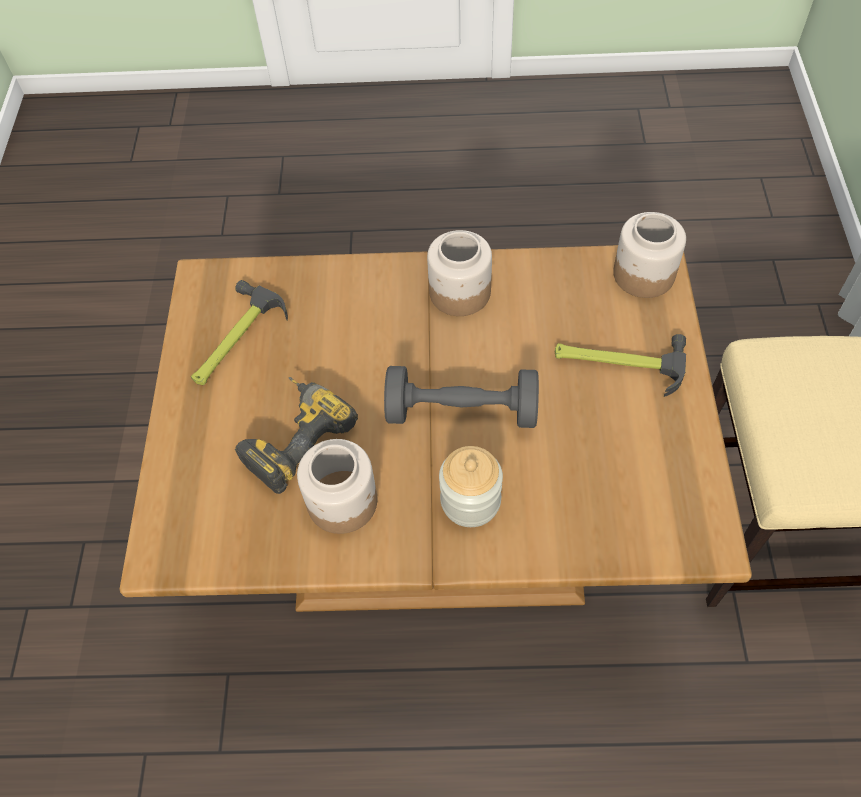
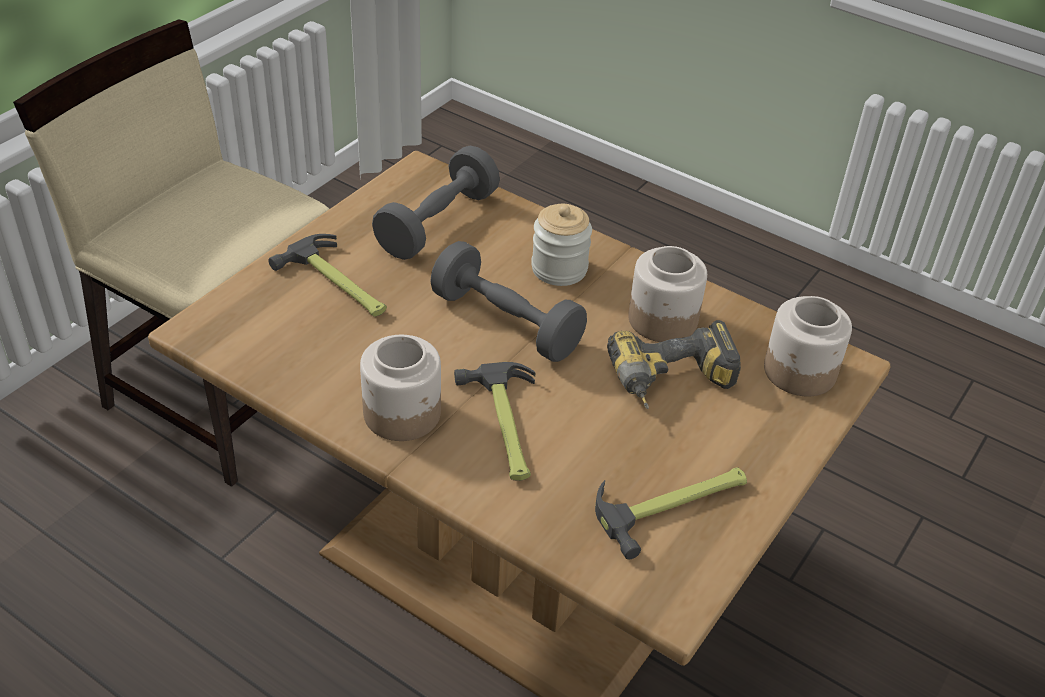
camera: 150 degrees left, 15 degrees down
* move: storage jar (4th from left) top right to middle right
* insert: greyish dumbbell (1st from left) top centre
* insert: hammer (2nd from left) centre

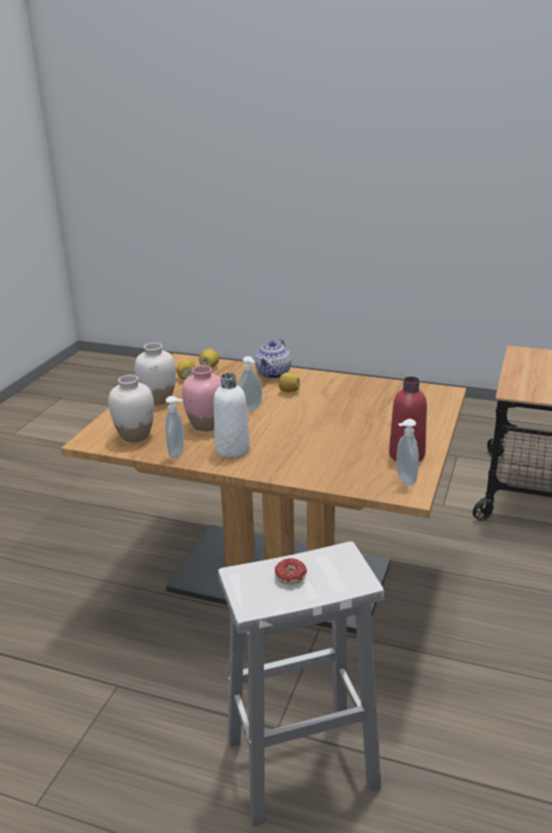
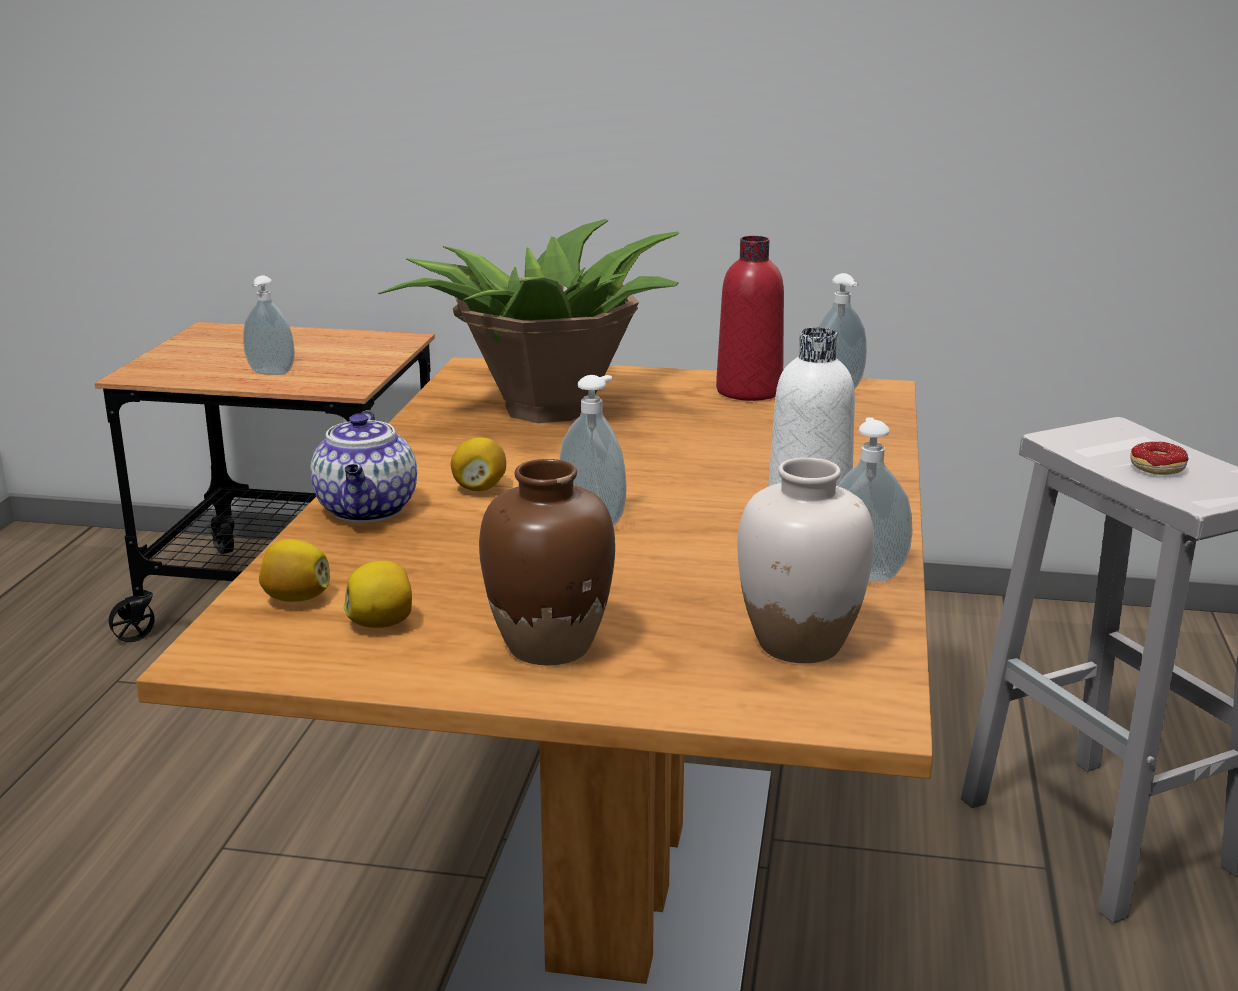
camera: 100 degrees left, 5 degrees down
* rotate: tea pot centre = middle left 75 degrees clockwise
* recolor: whitish flower vase (2nd from left) middle left to brown flower vase centre
* delete: pink flower vase centre
* insert: houseplant top centre
* insert: liquid soap bottle (1st from left) top left

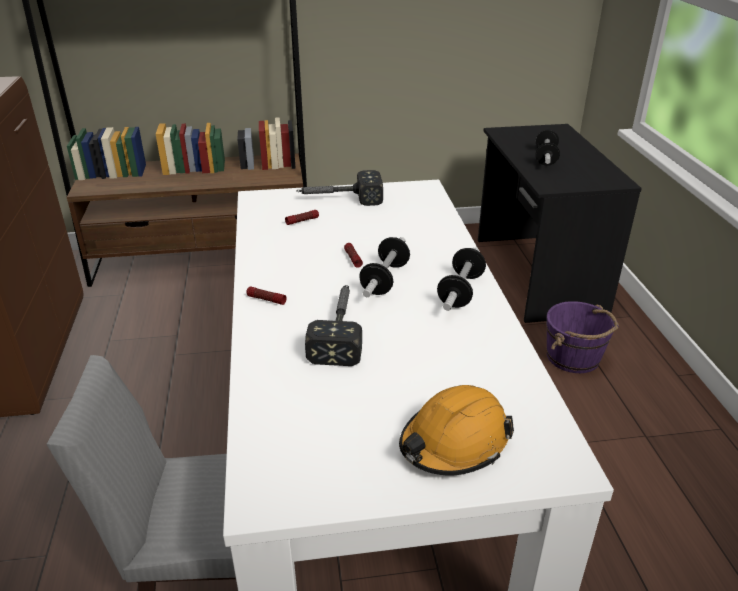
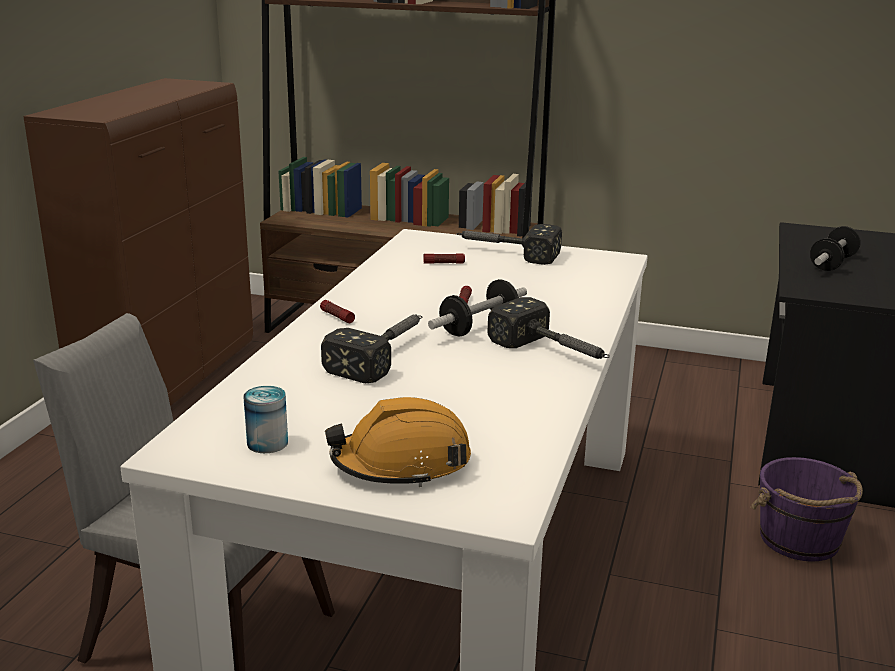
camera: 25 degrees right, 10 degrees down
* replace: dumbbell (2nd from left) centre to hammer (3rd from left) centre
* insert: can middle left

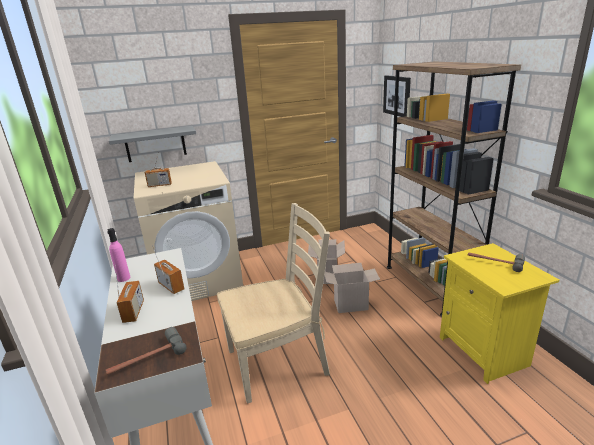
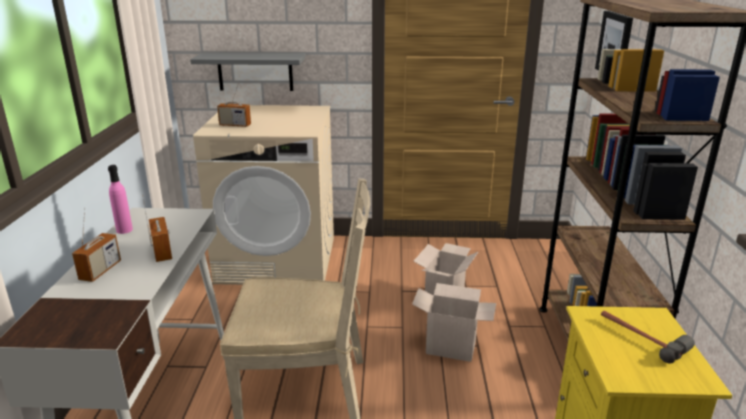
camera: 20 degrees right, 0 degrees up
* delete: hammer (1st from left) bottom left

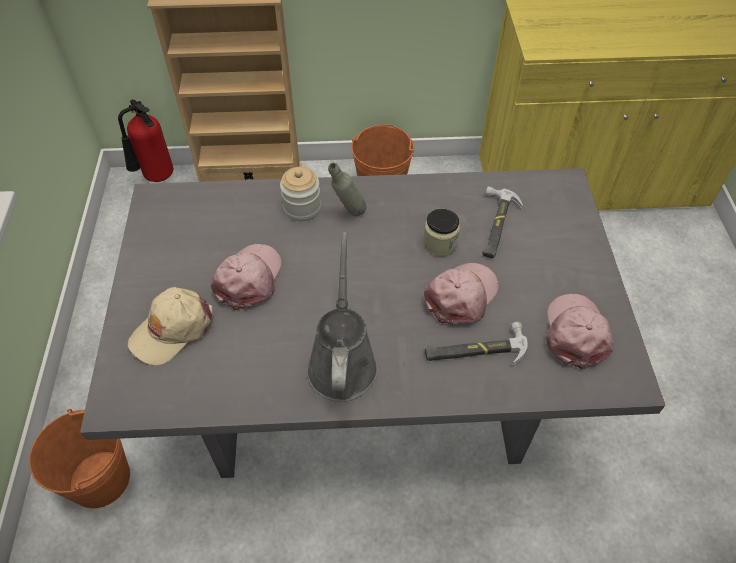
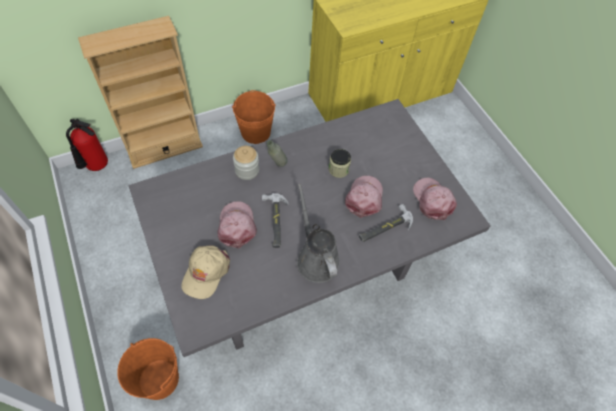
camera: 25 degrees left, 5 degrees up
* move: hammer (2nd from left in the first image) middle right to hammer (1st from left) centre

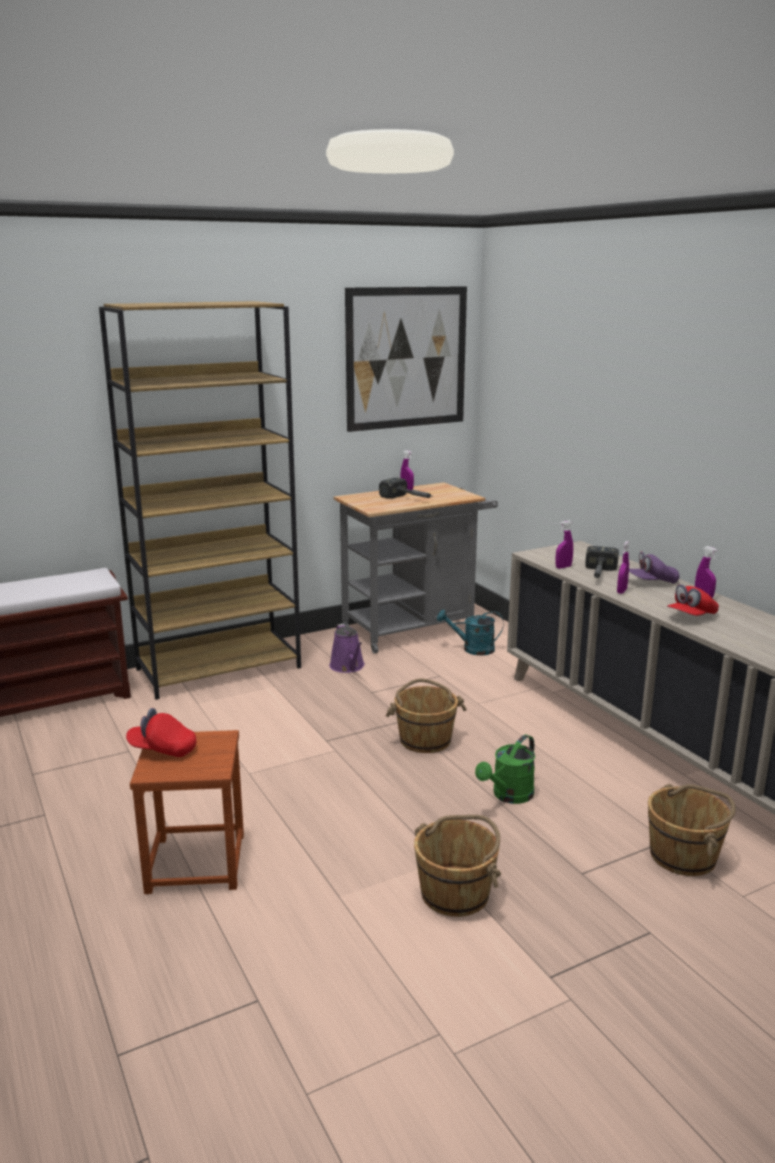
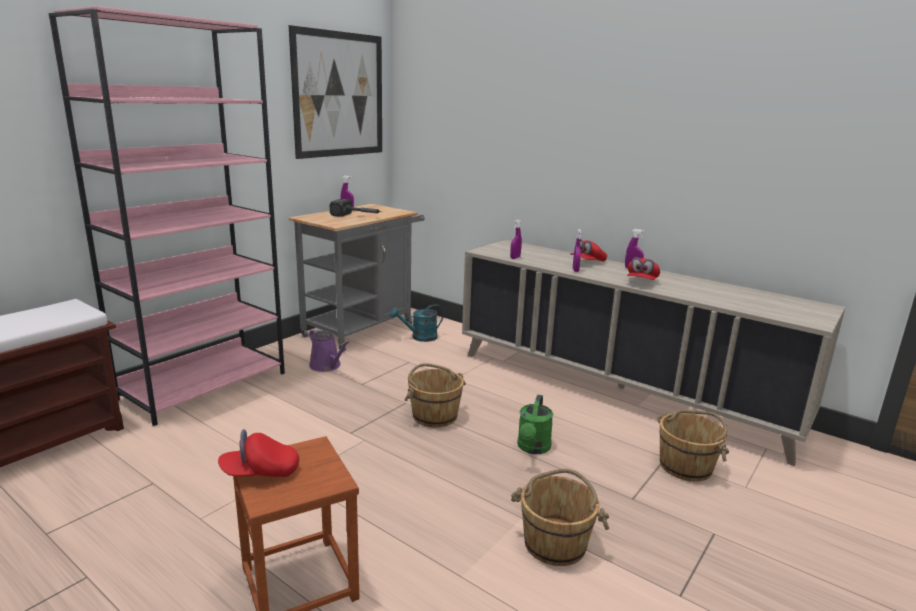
camera: 25 degrees left, 0 degrees up
* recolor: brown bookshelf middle left to pink bookshelf middle left
* delete: hammer (2nd from left) middle right
* recolor: purple cap middle right to red-coloured cap (2nd from left) centre

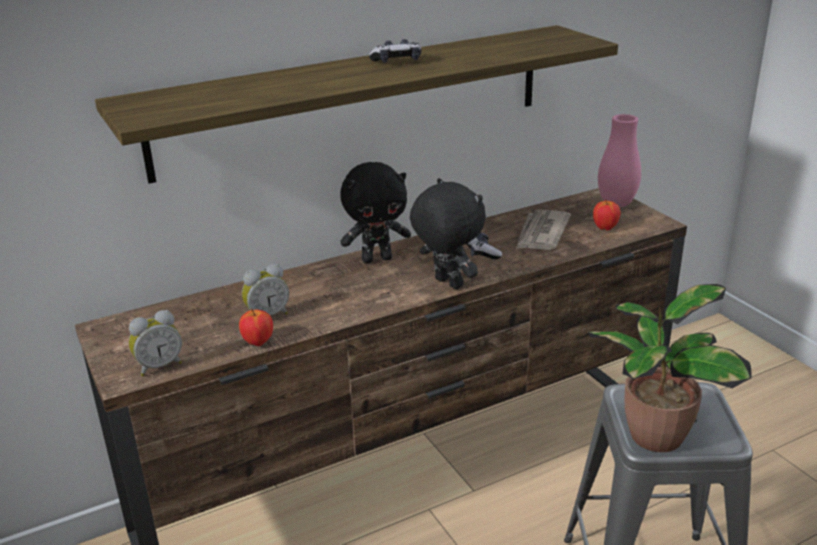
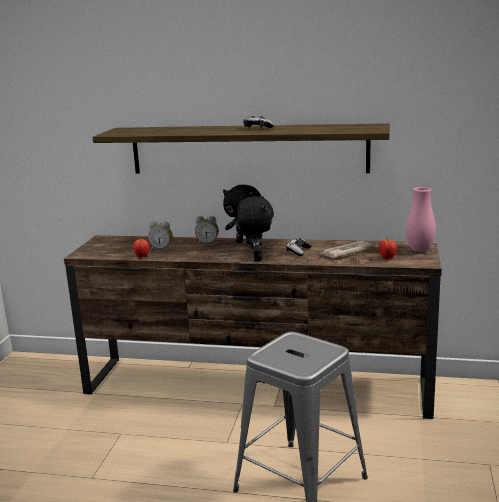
camera: 40 degrees right, 10 degrees down
* delete: houseplant bottom right
* move: bedside clock (1st from left in the first image) middle left to bedside clock (2nd from left) centre

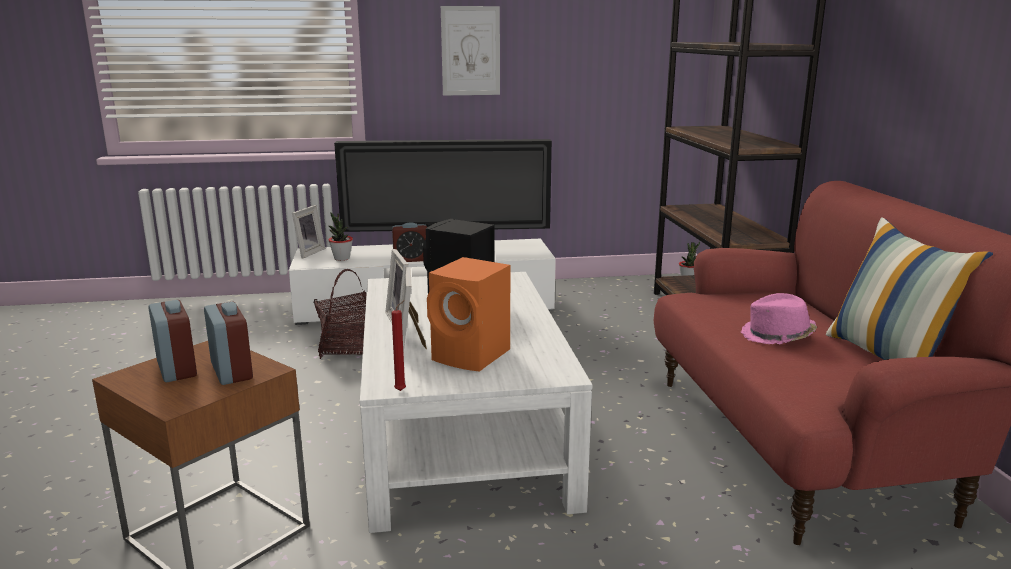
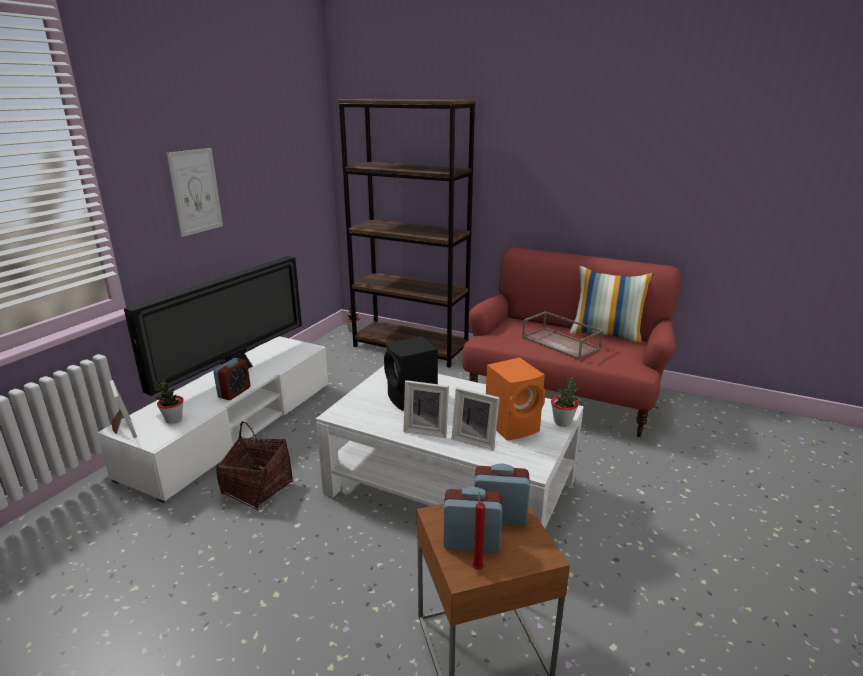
camera: 55 degrees left, 5 degrees up
* replace: pink clothing hat middle right to brown serving tray centre
* move: red-coloured wax candle centre to bottom centre
* insert: houseplant (3rd from left) centre

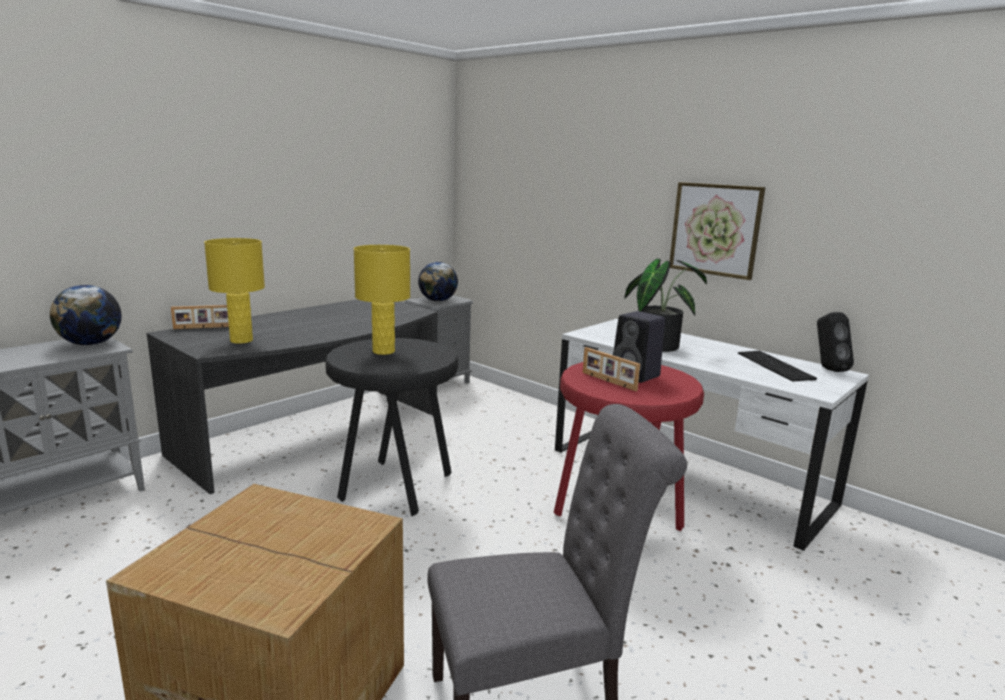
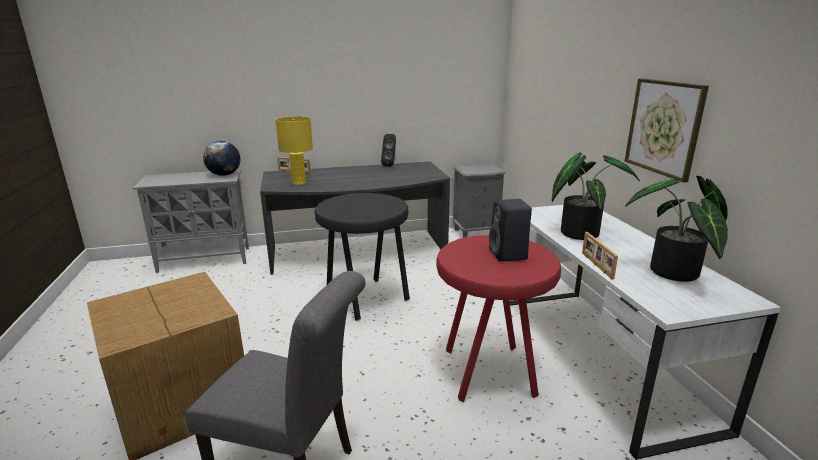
camera: 35 degrees right, 5 degrees up
* delete: yellowish tabletop lamp (2nd from left) centre
* delete: globe (2nd from left) centre
* move: black loudspeaker (2nd from left in the first image) middle right to black loudspeaker (1st from left) top centre
* move: photo frame (2nd from left) centre to middle right
* replace: PC keyboard middle right to houseplant (2nd from left) middle right

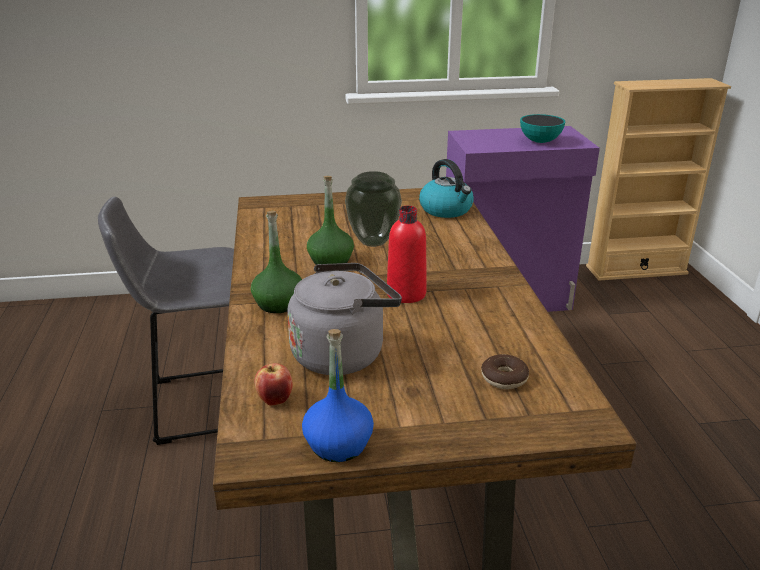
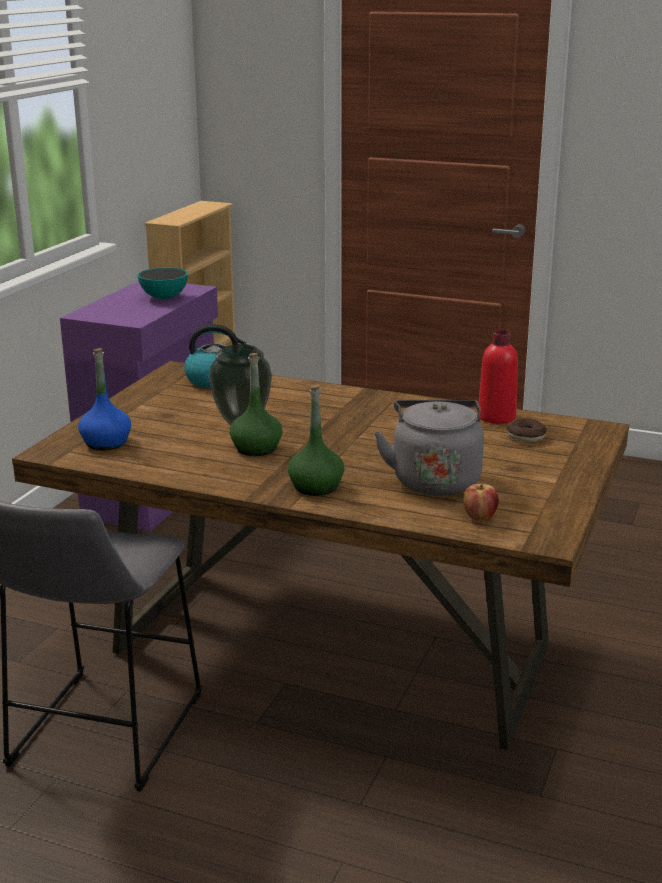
camera: 60 degrees left, 5 degrees down
* move: red-coloured beverage bottle centre to middle right
* move: blue-coloured beverage bottle bottom centre to middle left

